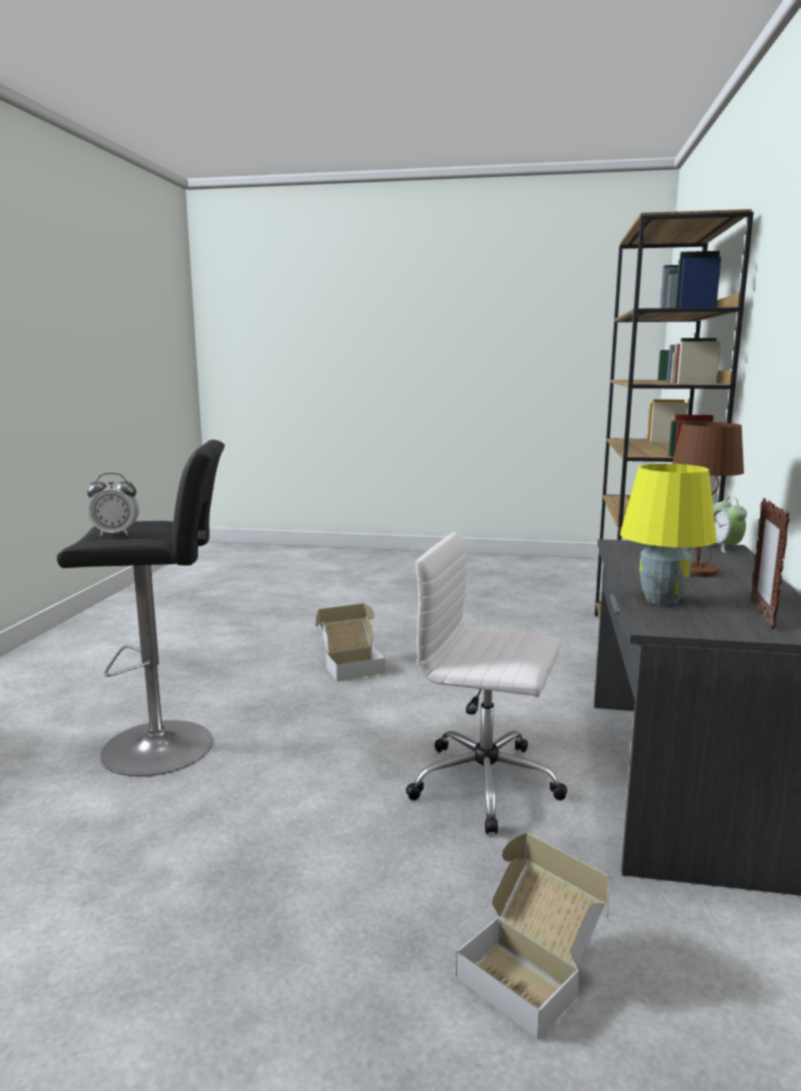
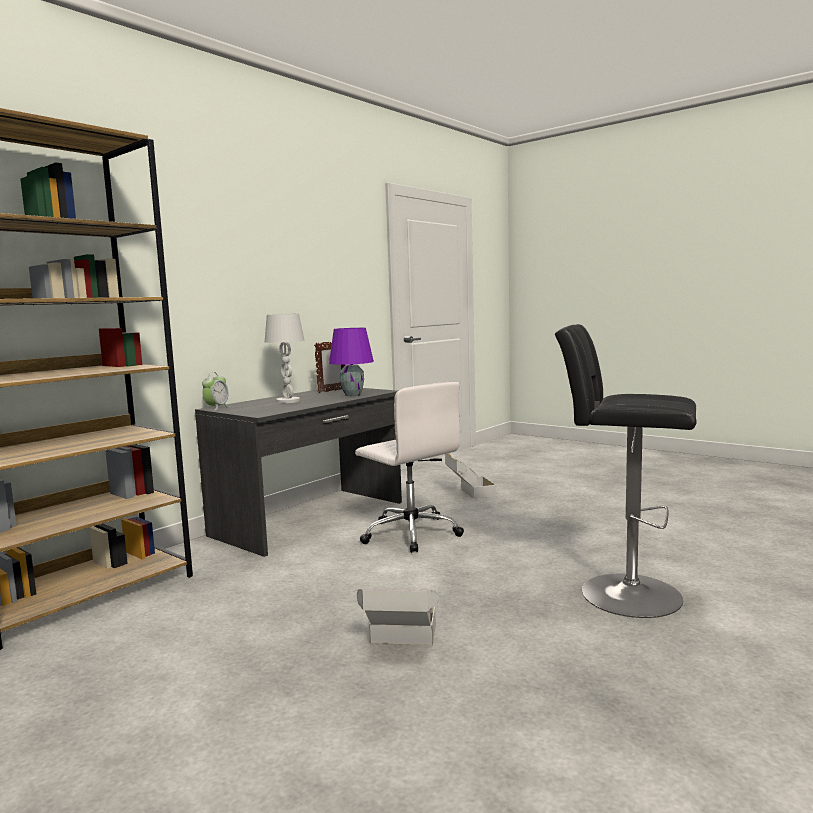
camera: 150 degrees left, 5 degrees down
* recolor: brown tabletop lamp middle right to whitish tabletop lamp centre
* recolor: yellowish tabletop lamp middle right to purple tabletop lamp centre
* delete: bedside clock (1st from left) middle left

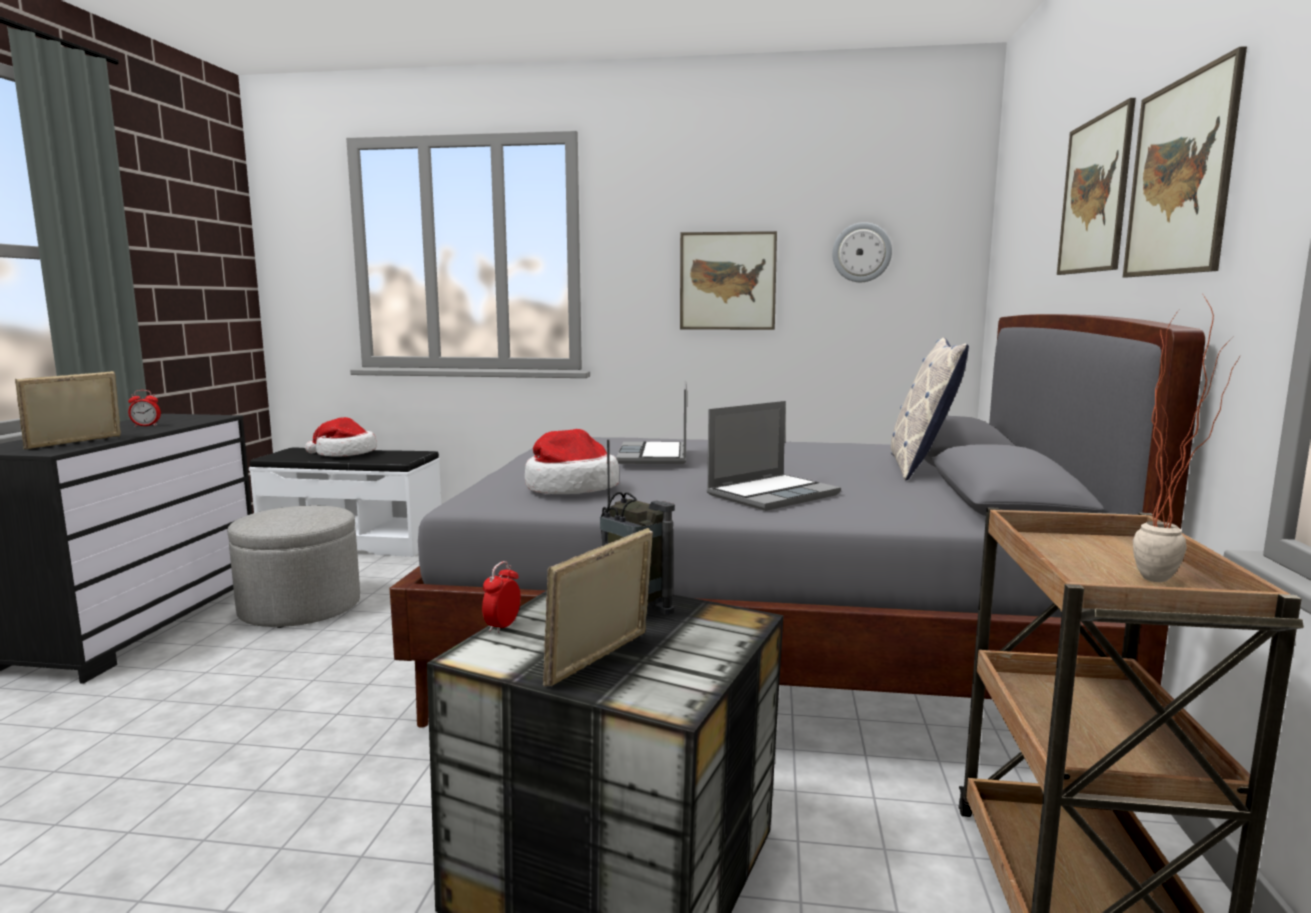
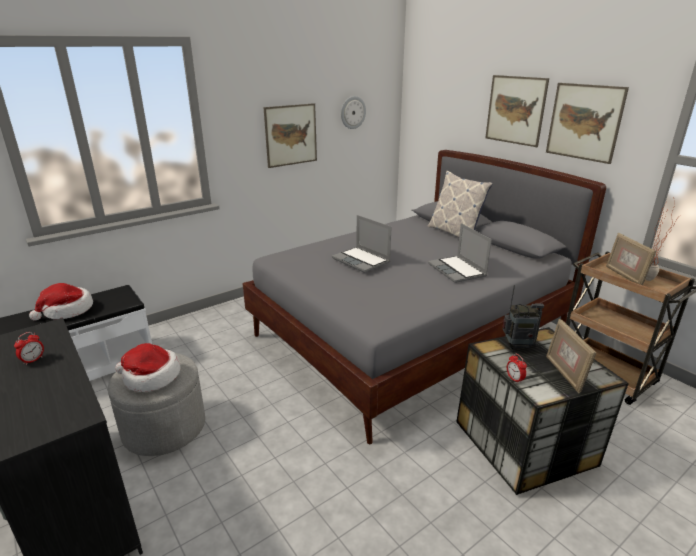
camera: 45 degrees left, 15 degrees up
* move: photo frame (1st from left in the first image) middle left to photo frame (2nd from left) middle right
* rotate: notebook computer (2nd from left) centre = centre 150 degrees clockwise
* move: clothing hat (2nd from left) centre to middle left

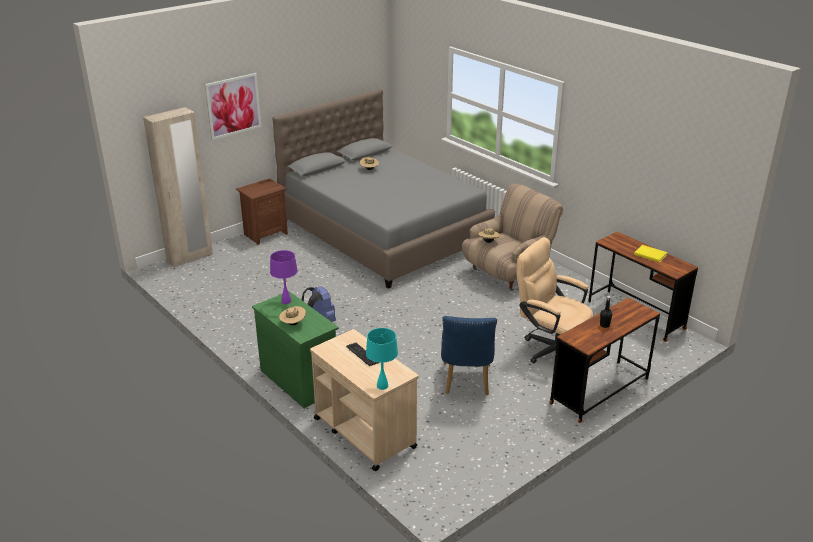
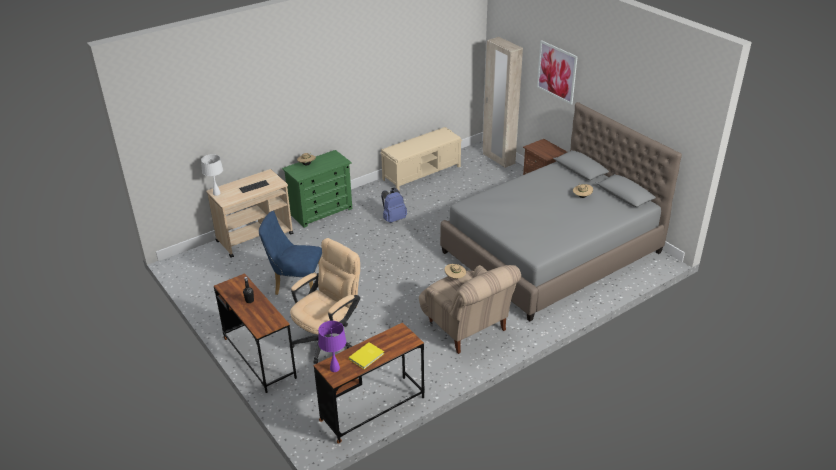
camera: 95 degrees right, 5 degrees up
* move: purple tabletop lamp centre to bottom centre
* recolor: turquoise-coloured tabletop lamp centre to whitish tabletop lamp middle left
* insert: beige-coloured long seat centre

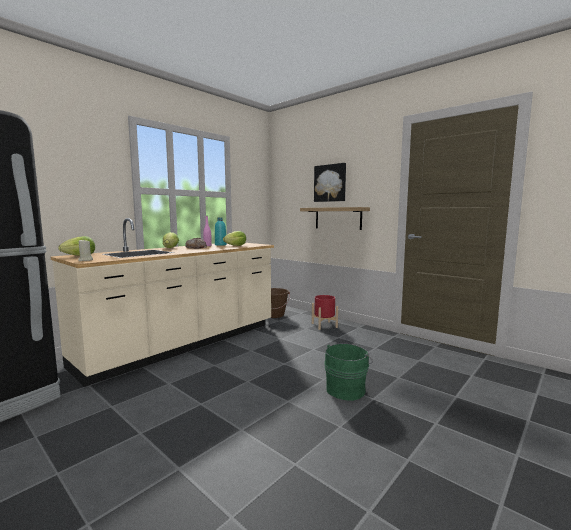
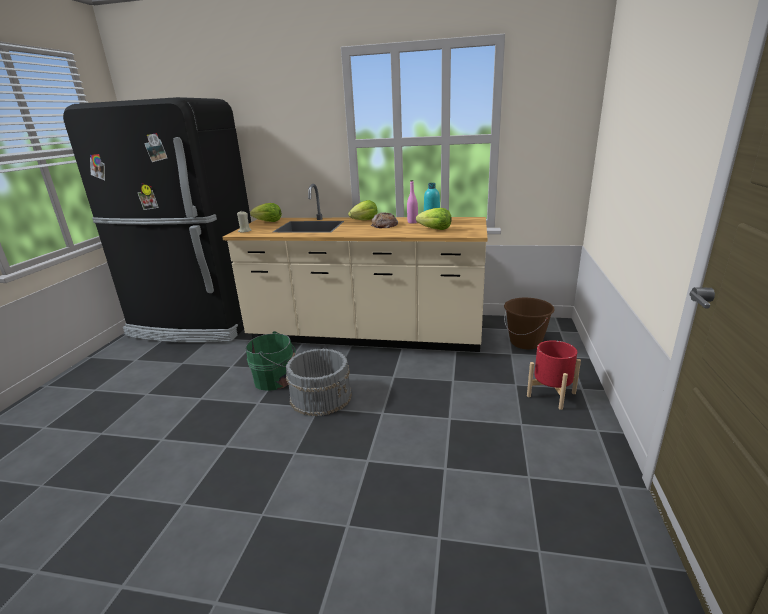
camera: 60 degrees right, 15 degrees up
* delete: wall picture centre
* delete: shelf centre
* move: green pail bottom centre to centre
* insert: greyish pail centre

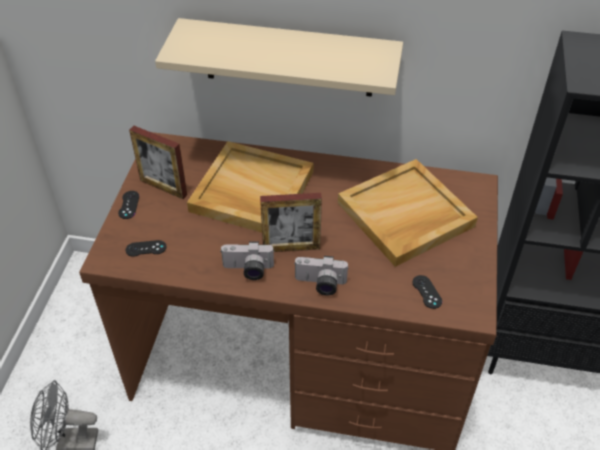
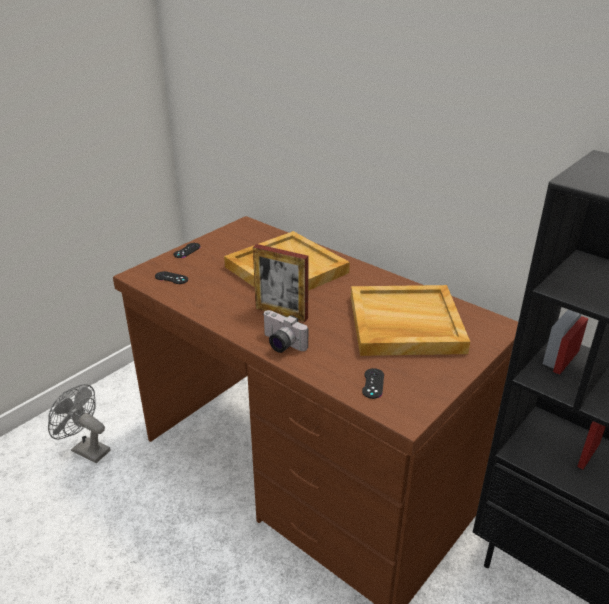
camera: 30 degrees right, 15 degrees down
* delete: beige-coloured shelf top centre
* delete: photo frame (1st from left) middle left
* delete: still camera (1st from left) centre

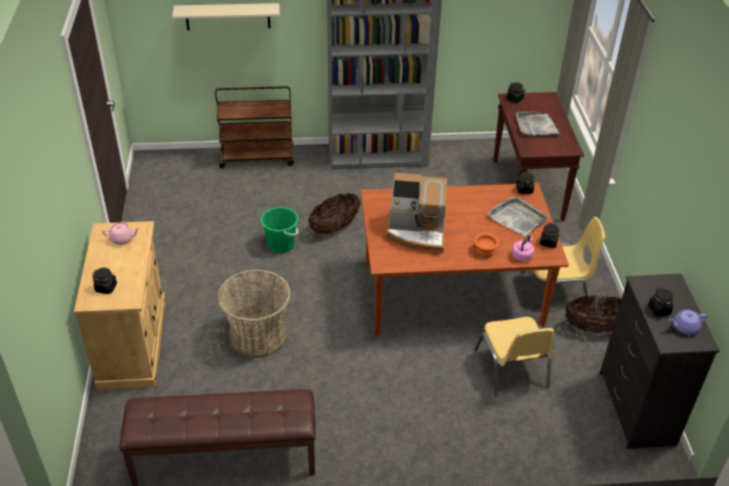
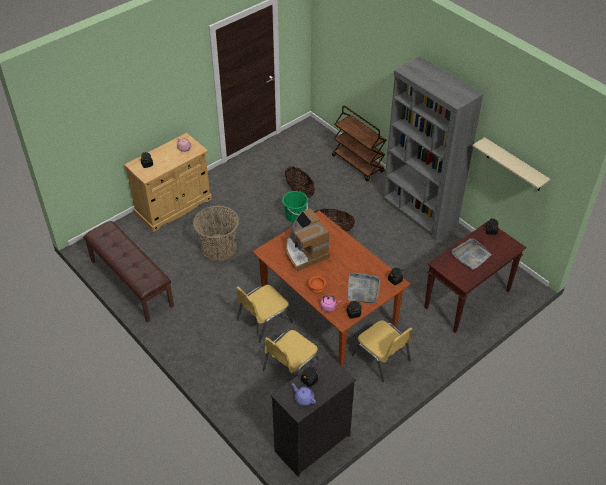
camera: 55 degrees right, 5 degrees up
* move: beige-coloured shelf top left to middle right
* move: basket (3rd from left in the first image) middle right to basket (2nd from left) centre
* insert: yellowish chair (1st from left) centre

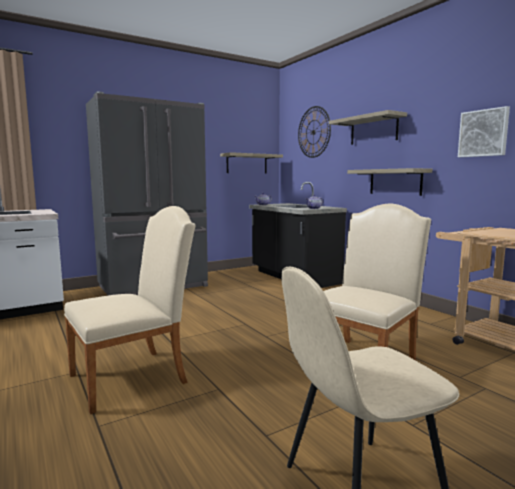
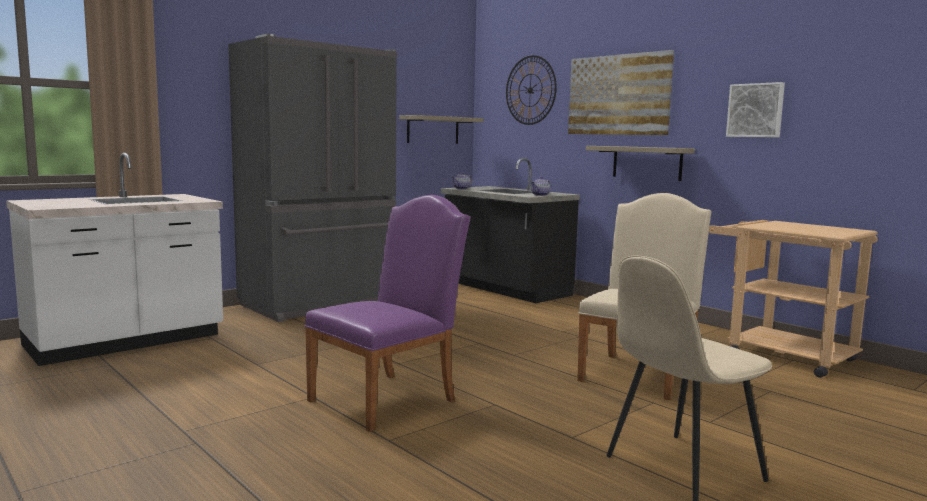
camera: 10 degrees left, 0 degrees up
* replace: shelf (2nd from left) top right to wall picture (1st from left) top right
* recolor: beige-coloured chair (1st from left) middle left to purple chair centre

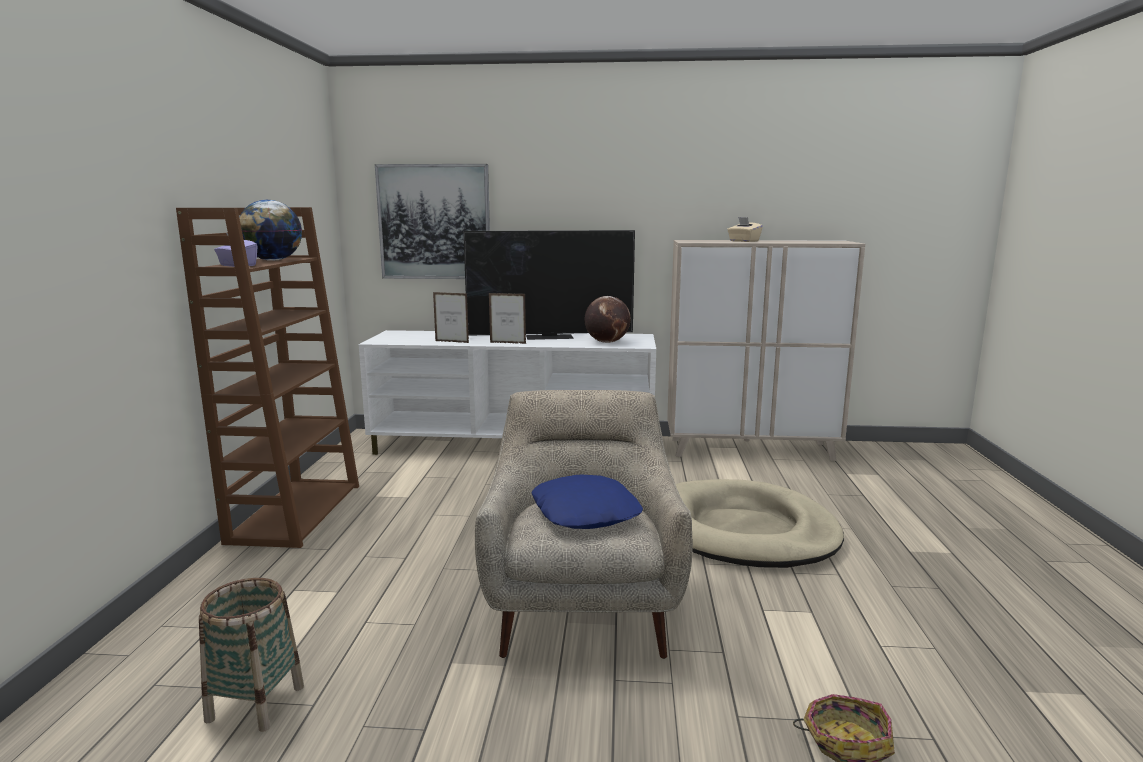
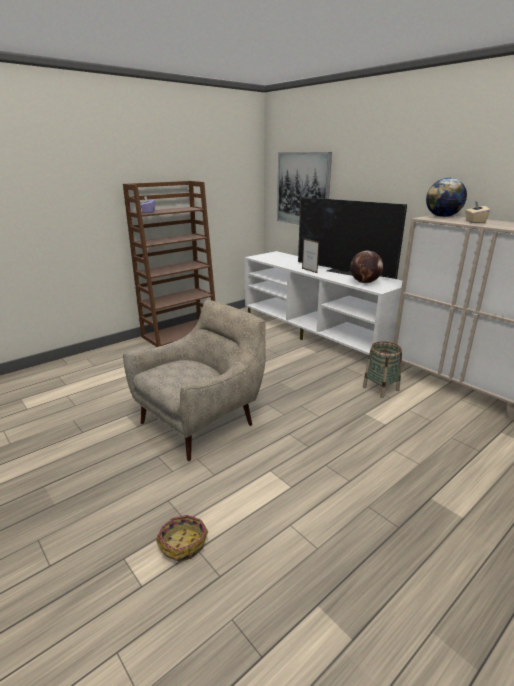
camera: 45 degrees right, 10 degrees up
* move: globe (1st from left in the first image) top left to globe (2nd from left) top right
* delete: photo frame (1st from left) centre
* delete: blue-coloured throw pillow centre
* delete: beige-coloured dog bed bottom centre
* move: basket (1st from left in the first image) bottom left to basket (2nd from left) middle right

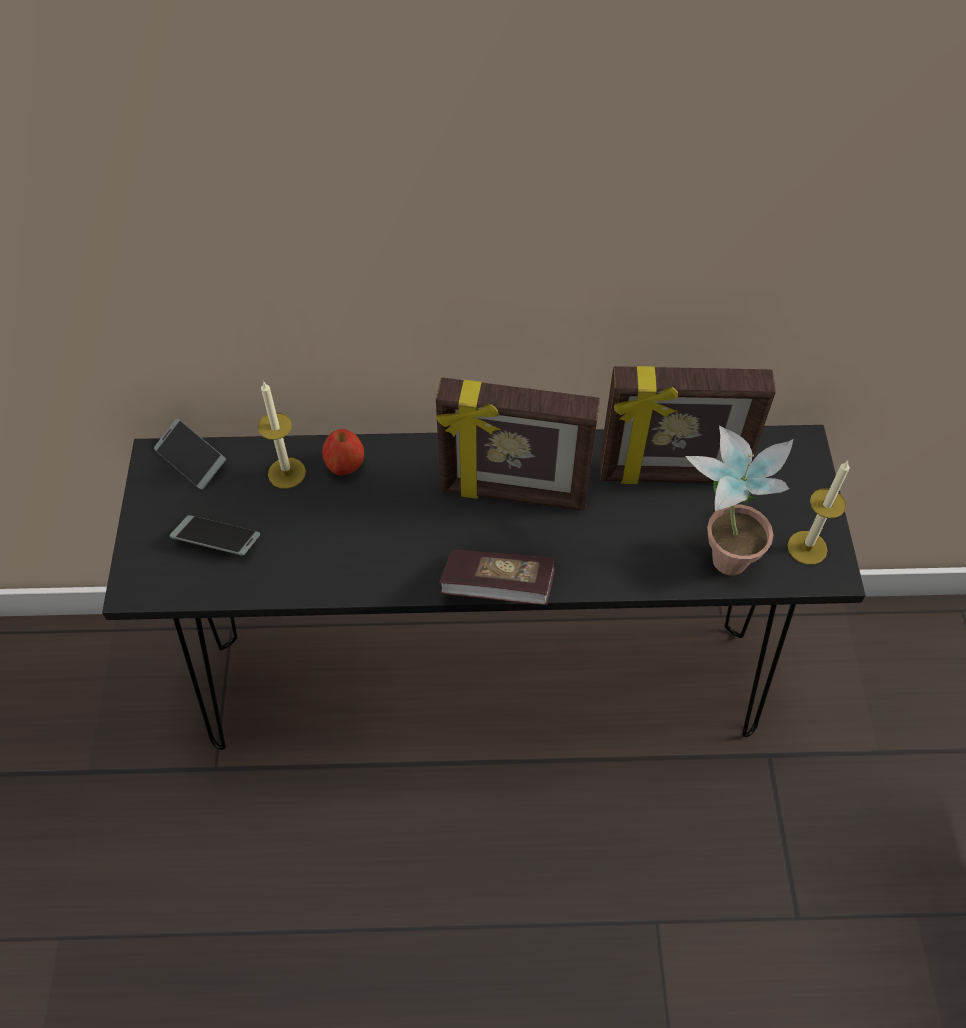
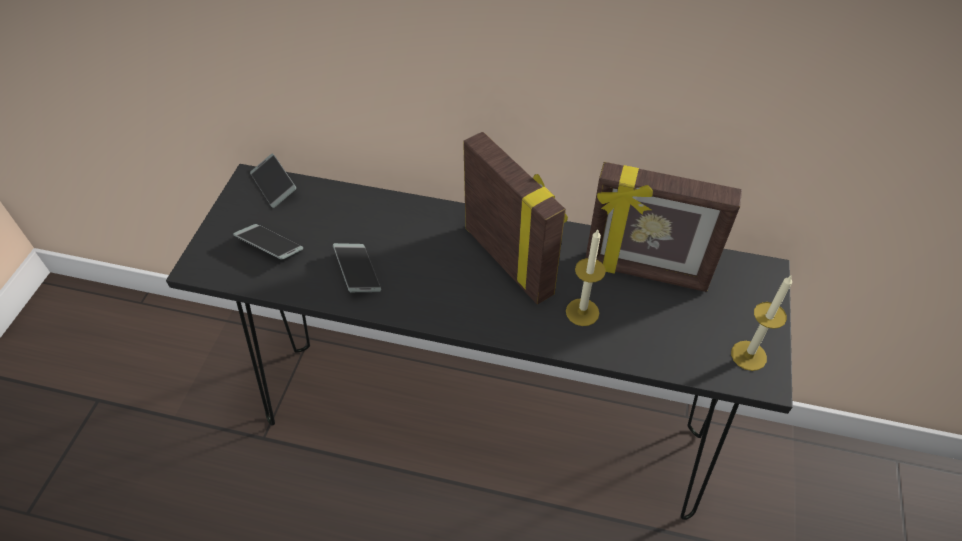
camera: 15 degrees right, 5 degrees down
* rotate: photo frame (1st from left) centre = centre 150 degrees counterclockwise
* move: wax candle (1st from left) middle left to centre
* delete: houseplant middle right
* delete: apple centre
* delete: volume centre
* insert: telephone (3rd from left) centre

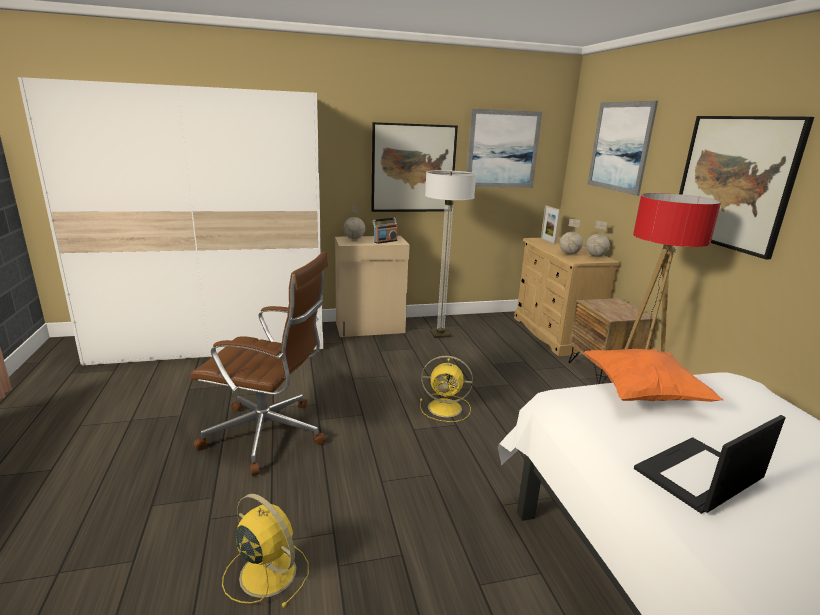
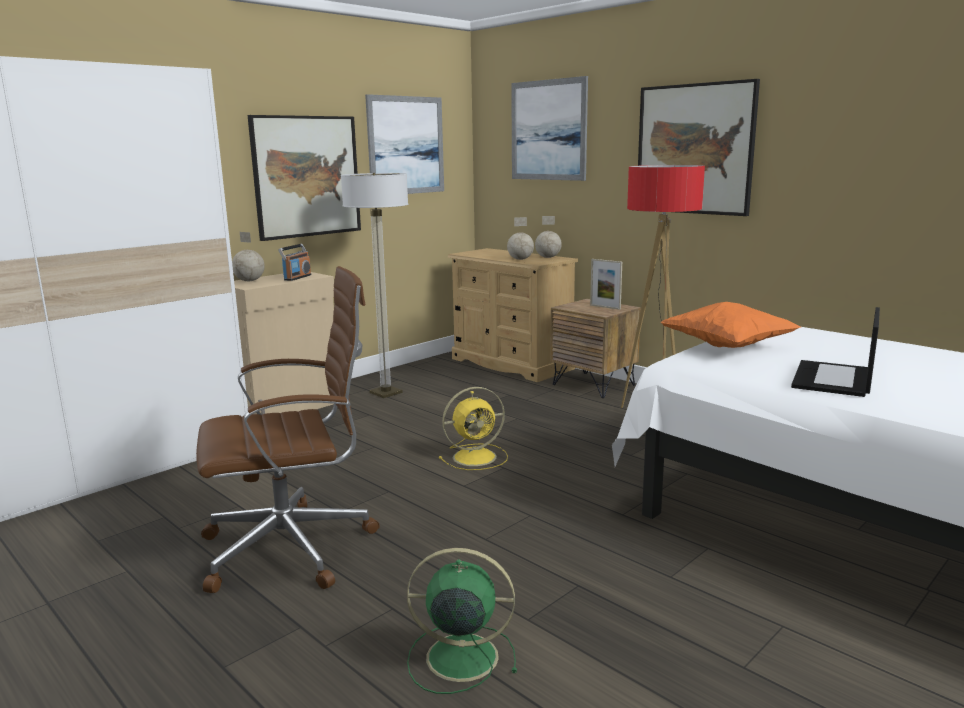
camera: 30 degrees left, 5 degrees down
* move: photo frame middle right to centre
* recolor: yellowish cooling fan (1st from left) bottom left to green cooling fan bottom centre

